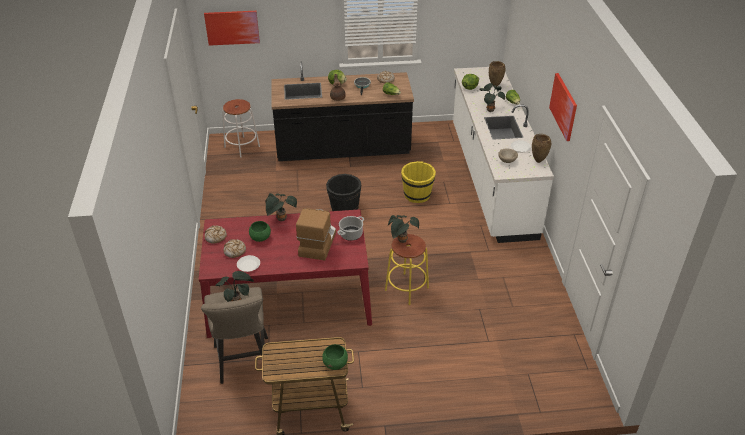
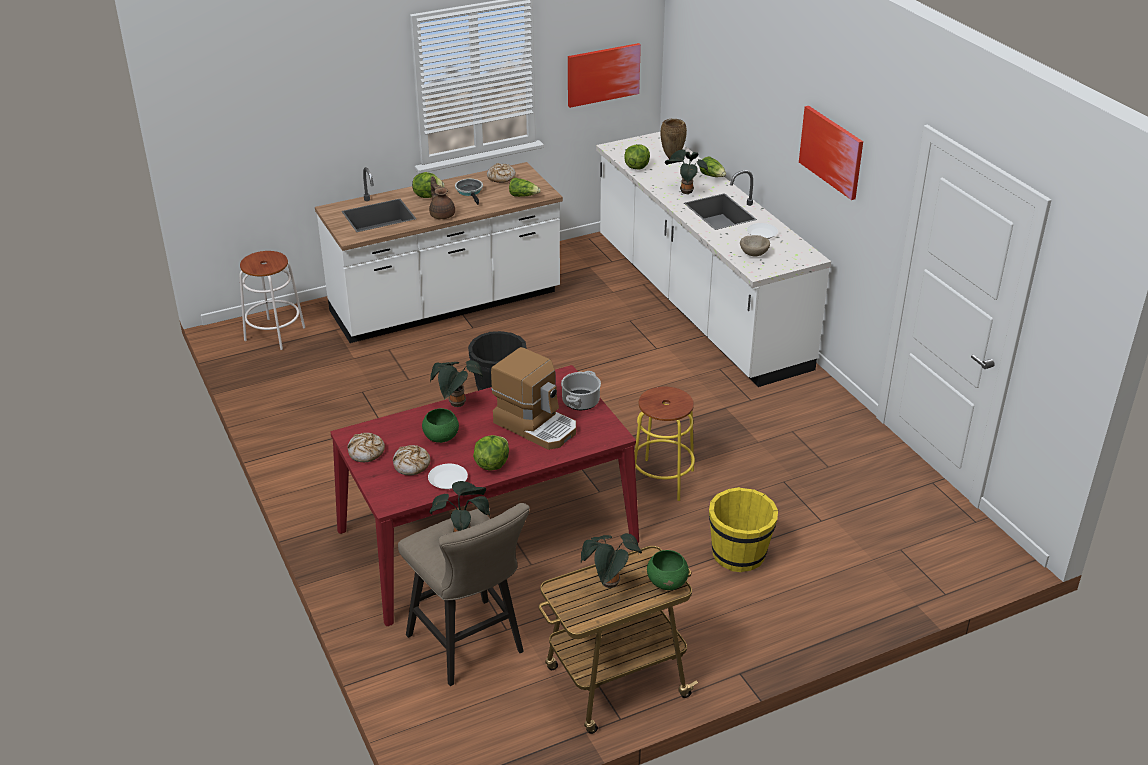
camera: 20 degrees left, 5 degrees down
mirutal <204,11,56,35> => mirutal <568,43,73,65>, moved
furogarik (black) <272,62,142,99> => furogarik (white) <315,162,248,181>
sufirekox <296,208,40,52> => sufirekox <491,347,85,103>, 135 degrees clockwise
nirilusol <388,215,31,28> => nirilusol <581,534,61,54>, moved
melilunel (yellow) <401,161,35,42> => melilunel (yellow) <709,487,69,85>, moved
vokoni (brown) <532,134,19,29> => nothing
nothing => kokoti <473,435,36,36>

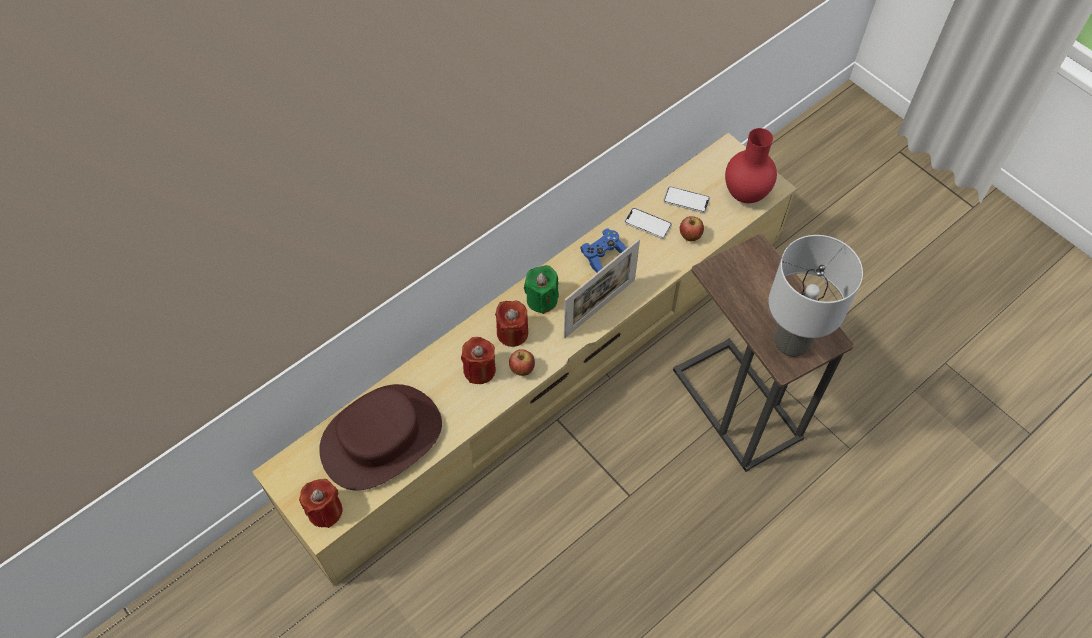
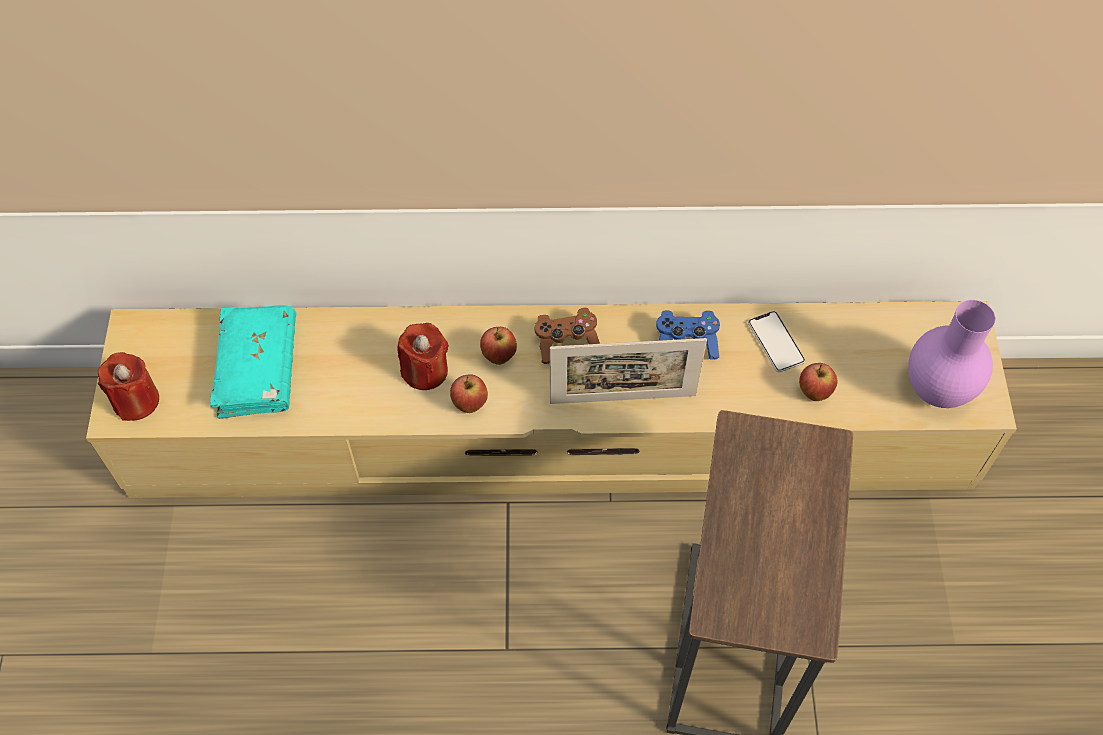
camera: 40 degrees right, 0 degrees up
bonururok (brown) <319,384,123,107> => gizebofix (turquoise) <210,305,86,114>
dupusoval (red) <495,301,33,46> => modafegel <480,327,37,38>
dupusoval (green) <524,265,35,49> => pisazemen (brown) <535,308,65,56>
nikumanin <664,186,46,27> => nothing
vokoni (red) <725,128,52,75> => vokoni (purple) <908,300,88,108>
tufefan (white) <768,235,95,122> => nothing

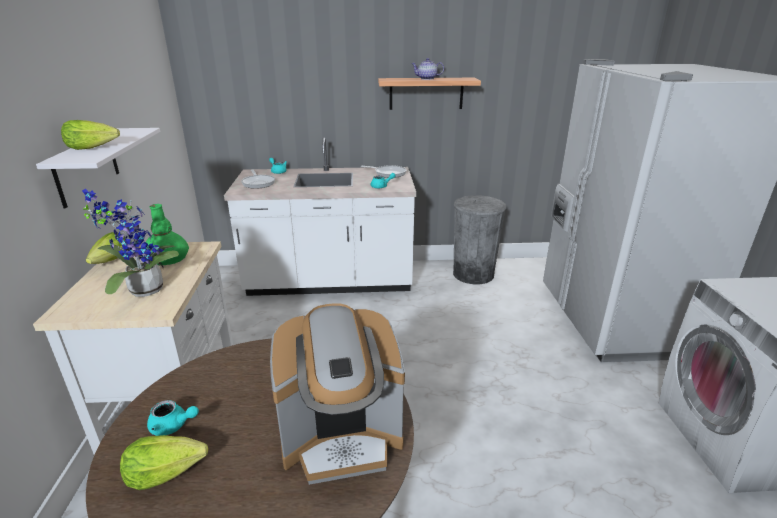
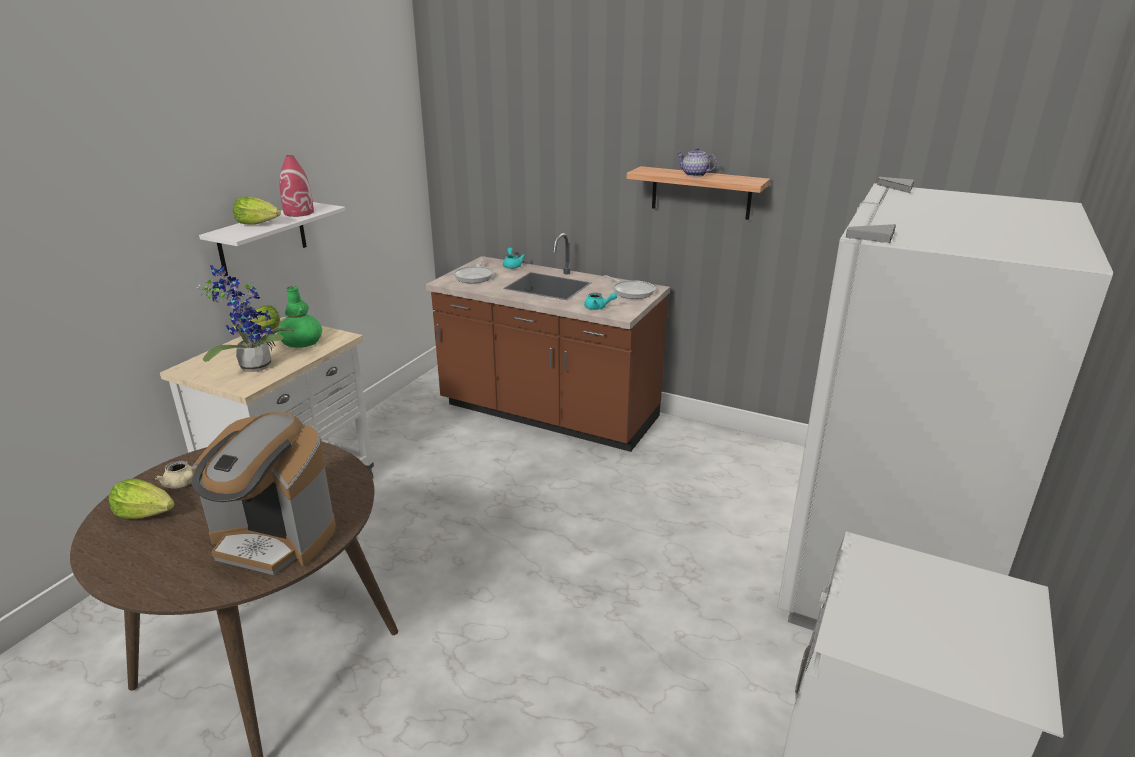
camera: 30 degrees right, 0 degrees up
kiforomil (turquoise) <147,400,52,36> => kiforomil (beige) <155,461,38,28>
furogarik (white) <224,138,192,158> => furogarik (brown) <426,233,244,219>
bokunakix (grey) <453,195,53,89> => nothing
nothing => vokoni (red) <280,155,34,62>

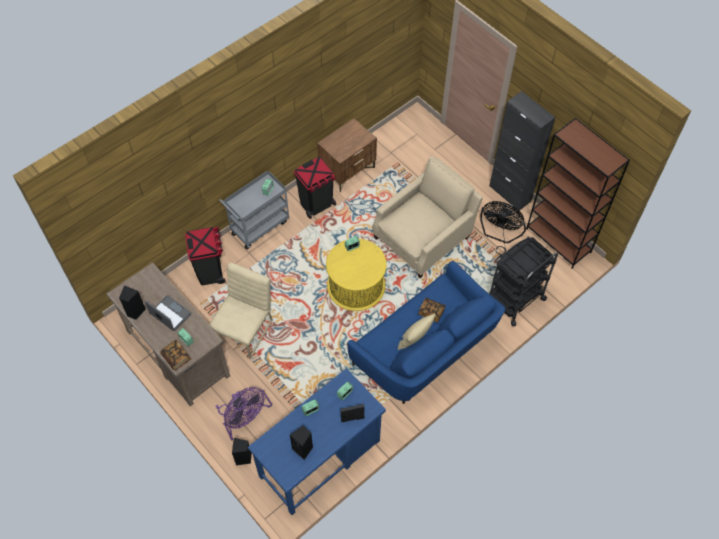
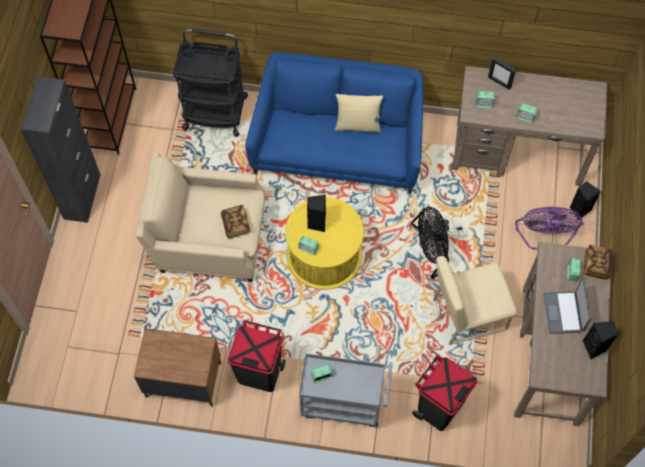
camera: 130 degrees left, 5 degrees up
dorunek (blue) <248,368,138,147> => dorunek (brown) <452,66,155,120>
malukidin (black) <290,426,23,34> => malukidin (black) <307,195,19,37>, moved
gizebofix <418,298,28,25> => gizebofix <221,205,29,33>, moved
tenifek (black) <480,201,46,57> => tenifek (black) <412,207,50,72>, moved

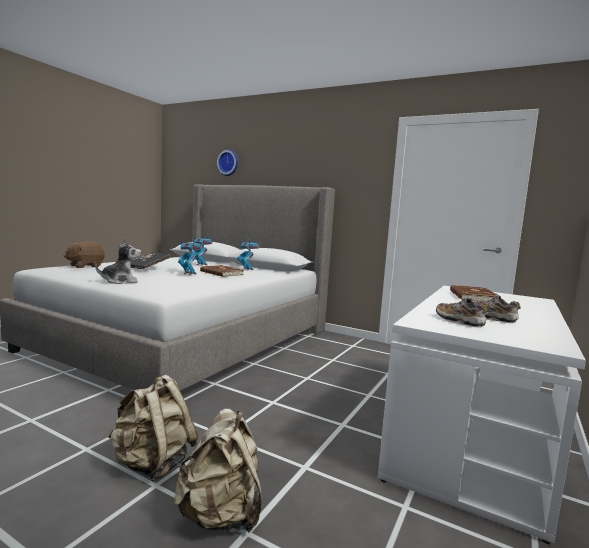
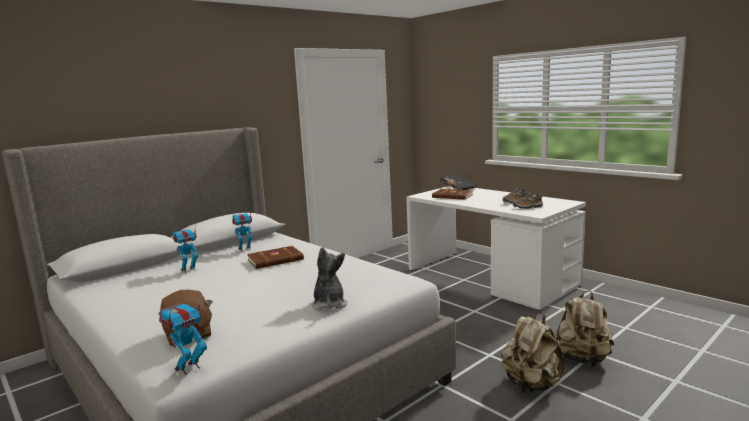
camera: 70 degrees left, 5 degrees up
gizebofix (black) <131,252,40,17> => gizebofix (black) <439,174,38,16>, moved
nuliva <178,236,24,39> => nuliva <159,298,48,77>, moved
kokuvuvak <217,149,21,27> => nothing

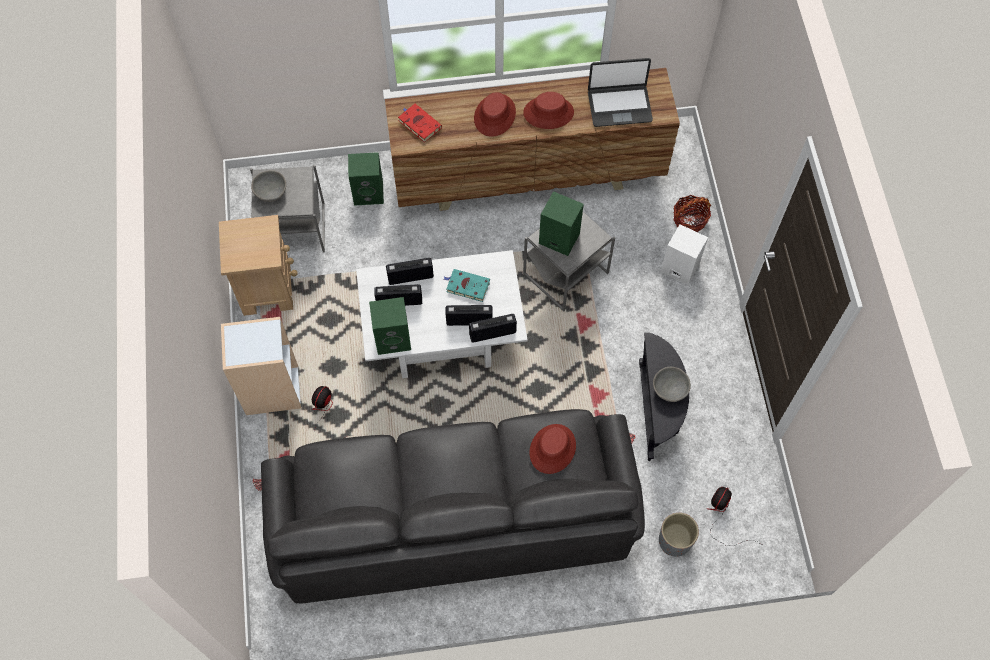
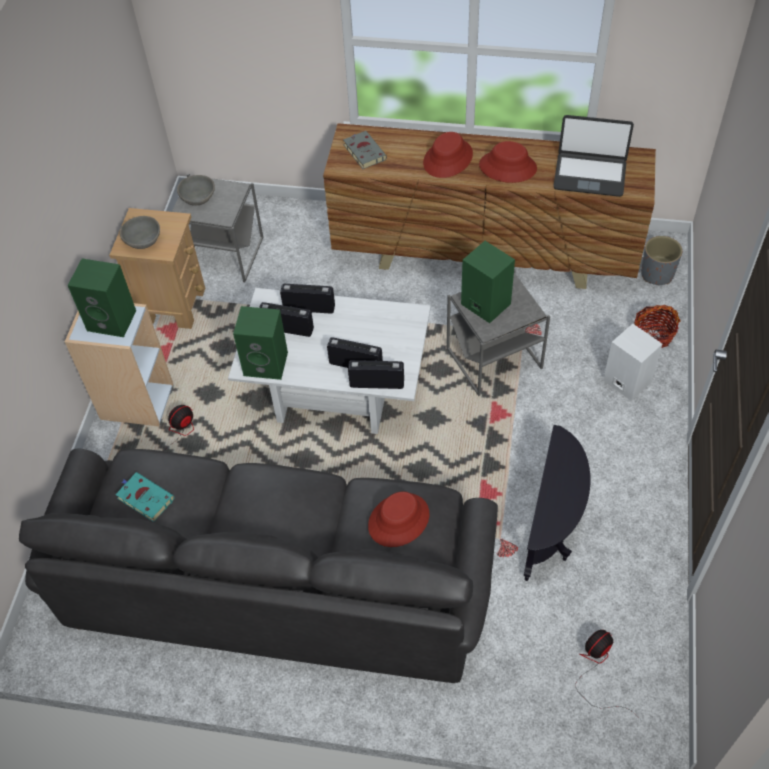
camera: 20 degrees right, 10 degrees down
malukidin (green) <348,152,36,54> => malukidin (green) <68,259,68,78>, moved
gizebofix (red) <398,104,44,39> => gizebofix (grey) <343,131,44,38>
gizebofix (turquoise) <443,269,47,33> => gizebofix (turquoise) <115,472,60,50>, moved
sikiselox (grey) <653,367,38,35> => sikiselox (grey) <120,216,40,33>, moved
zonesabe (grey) <659,513,40,44> => zonesabe (grey) <641,236,41,49>, moved

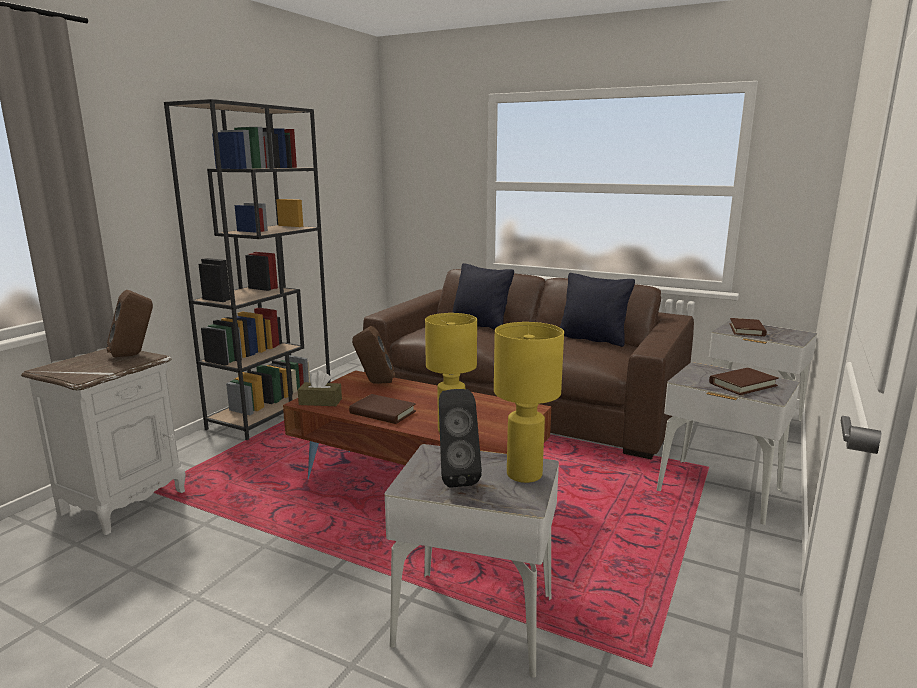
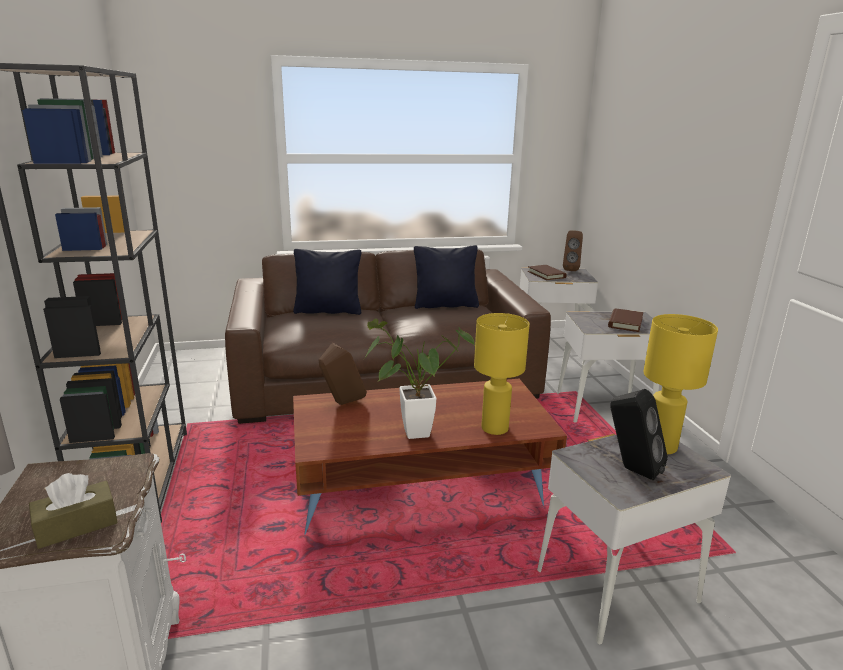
camera: 40 degrees left, 5 degrees up
malukidin (brown) <106,290,47,67> => malukidin (brown) <563,231,20,40>, moved
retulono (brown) <298,370,44,36> => retulono (brown) <29,473,89,76>, moved
gizebofix (brown) <349,394,67,30> => nirilusol <363,319,112,120>

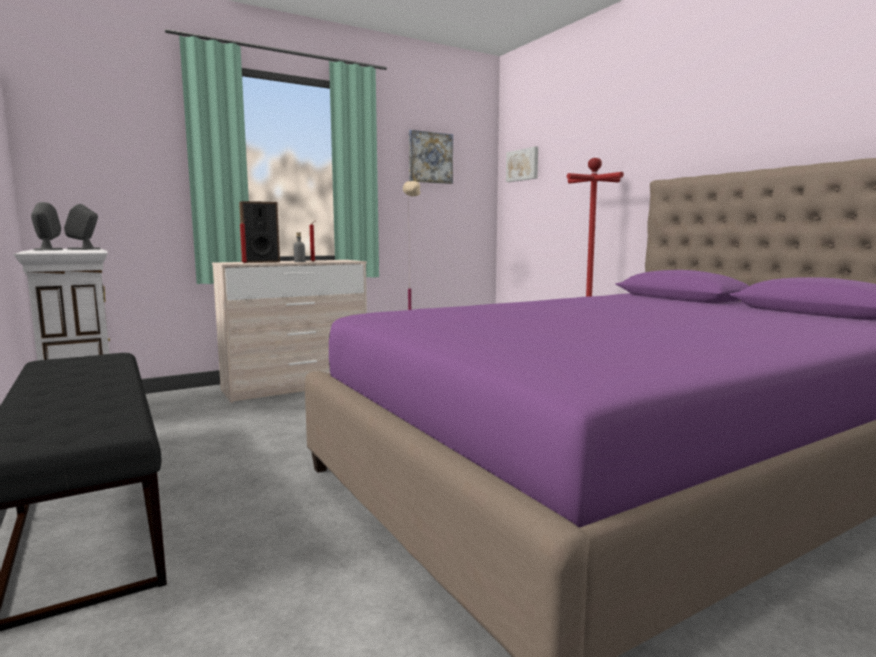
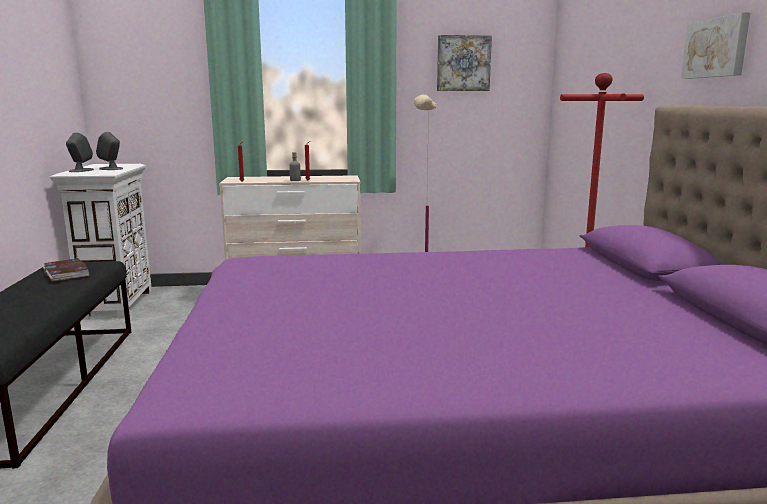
camera: 25 degrees right, 5 degrees up
malukidin <239,201,41,62> => nothing
mirutal <506,147,32,35> => mirutal <681,12,69,67>, moved
nothing => gizebofix <43,258,47,24>

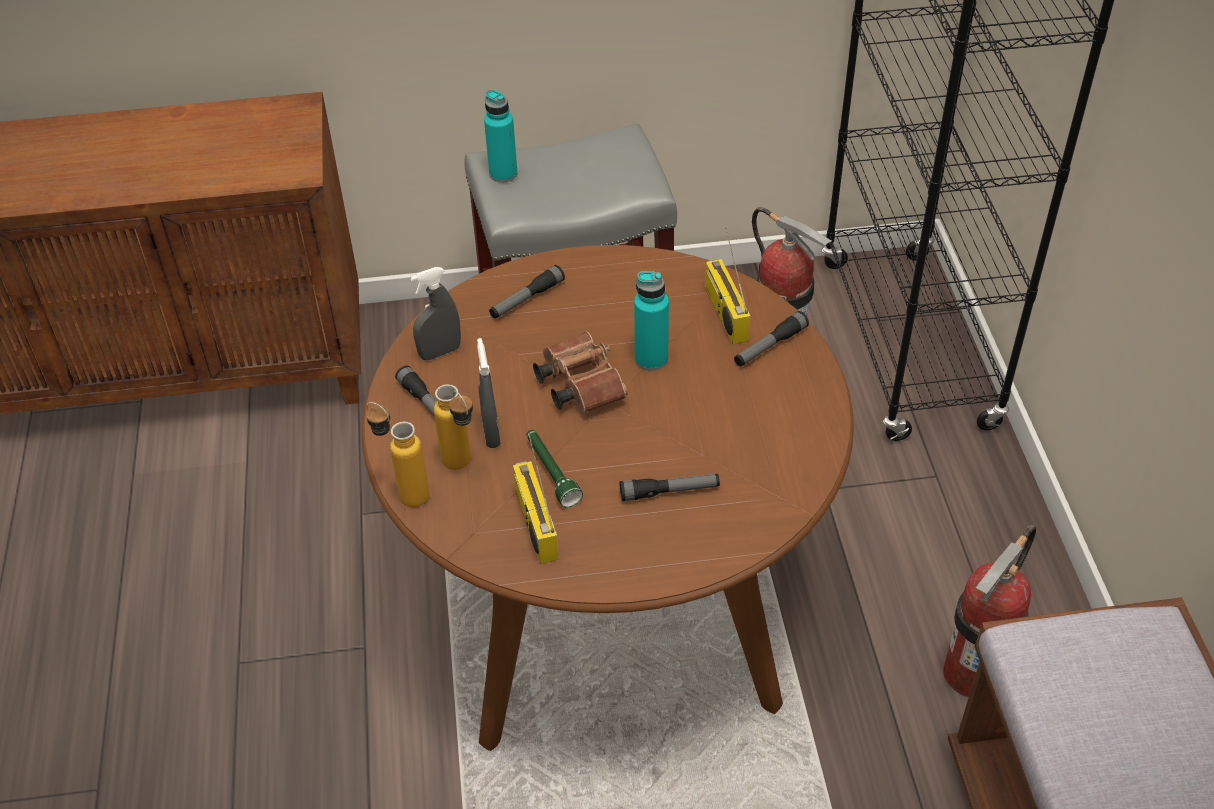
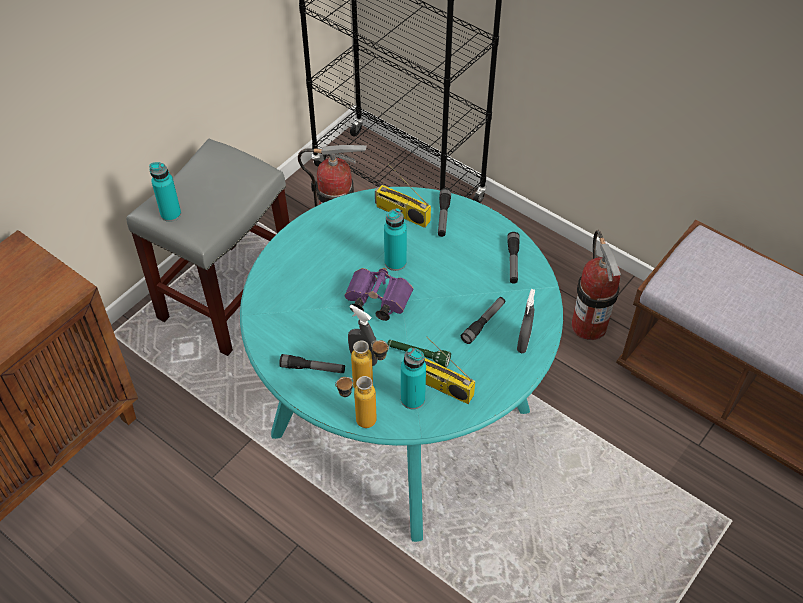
camera: 45 degrees left, 5 degrees up
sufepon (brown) <362,245,492,506> => sufepon (turquoise) <240,187,323,355>
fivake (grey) <410,267,51,93> => fivake (grey) <517,289,18,64>, moved
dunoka <489,265,76,54> => dunoka <507,232,13,52>, moved
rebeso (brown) <533,332,95,81> => rebeso (purple) <345,268,68,53>
nothing => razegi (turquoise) <401,348,25,61>

